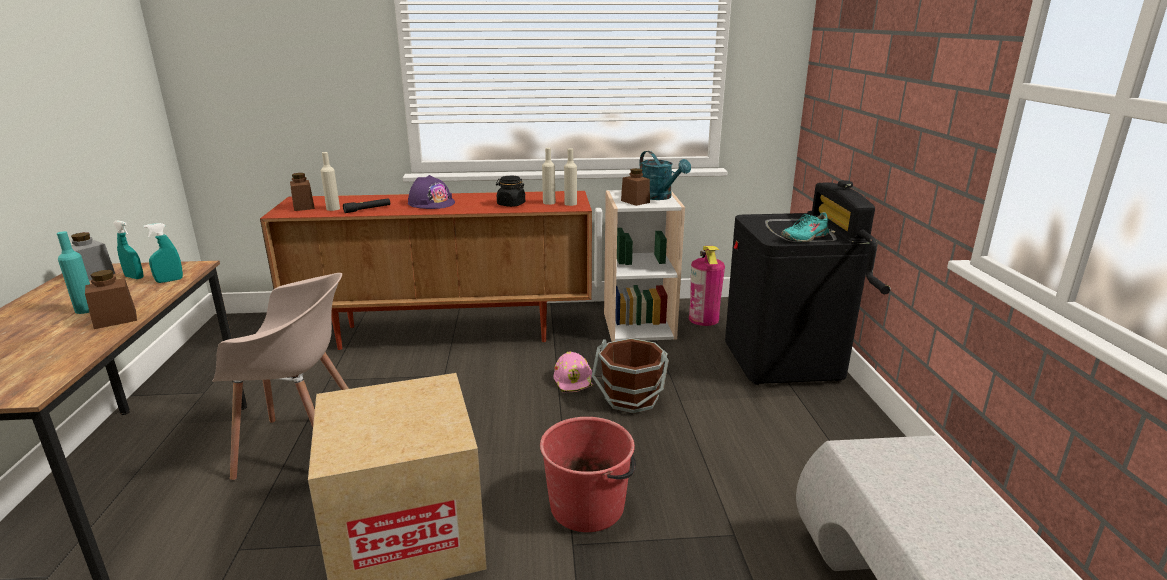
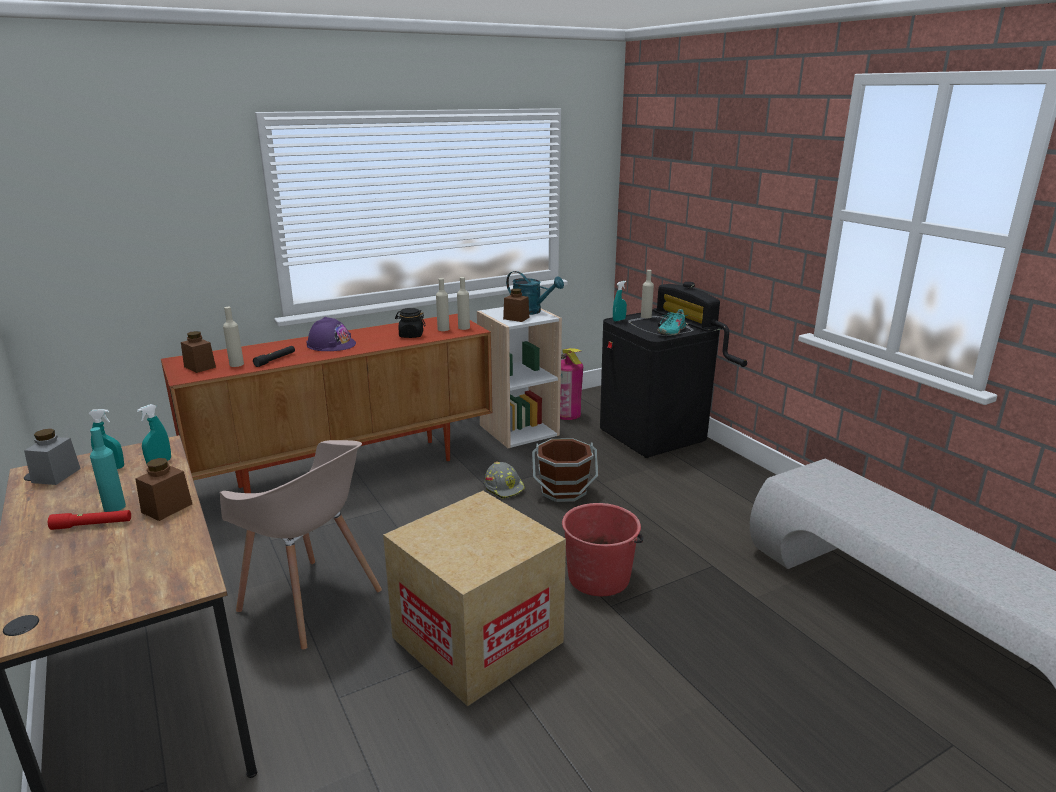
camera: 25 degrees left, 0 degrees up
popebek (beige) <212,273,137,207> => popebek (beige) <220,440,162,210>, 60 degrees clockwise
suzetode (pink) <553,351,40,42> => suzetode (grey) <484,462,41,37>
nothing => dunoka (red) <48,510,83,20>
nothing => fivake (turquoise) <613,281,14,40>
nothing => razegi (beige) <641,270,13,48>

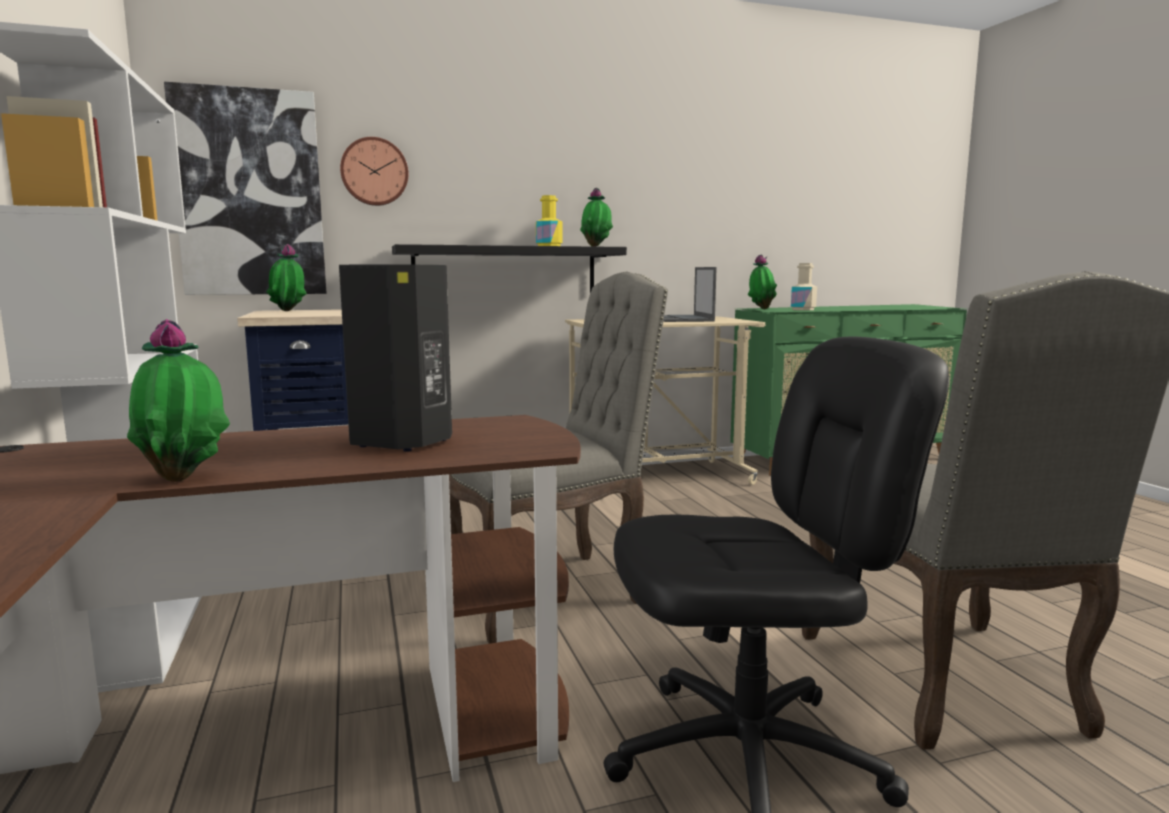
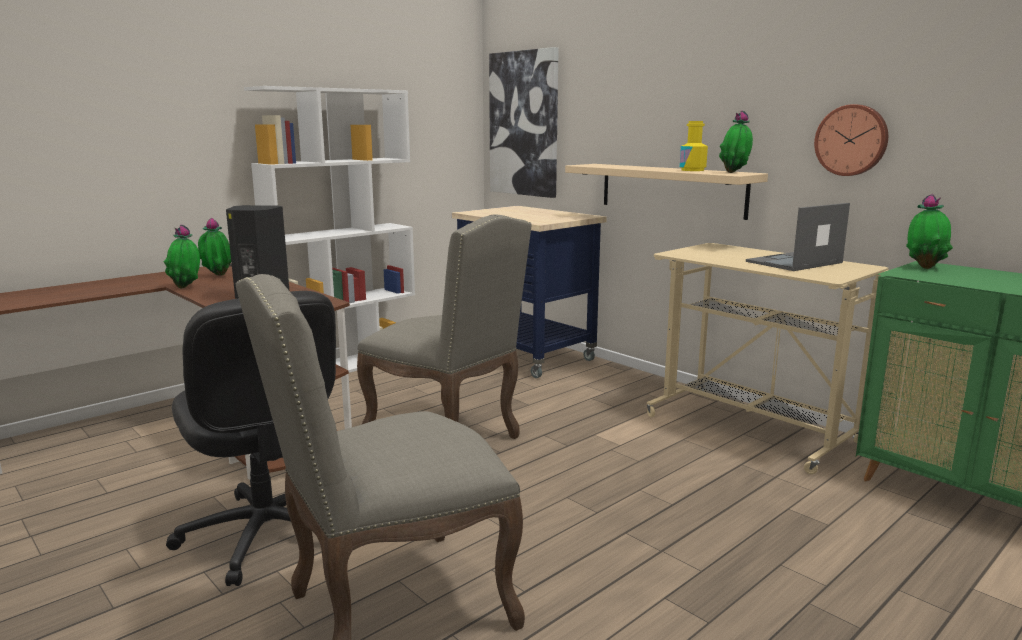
camera: 65 degrees right, 5 degrees up
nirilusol <266,244,41,67> => nirilusol <198,218,33,58>, moved
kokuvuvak <340,137,69,69> => kokuvuvak <814,104,74,72>, moved
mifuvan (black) <392,244,235,49> => mifuvan (beige) <565,164,203,56>
razegi (beige) <791,263,26,47> => nothing

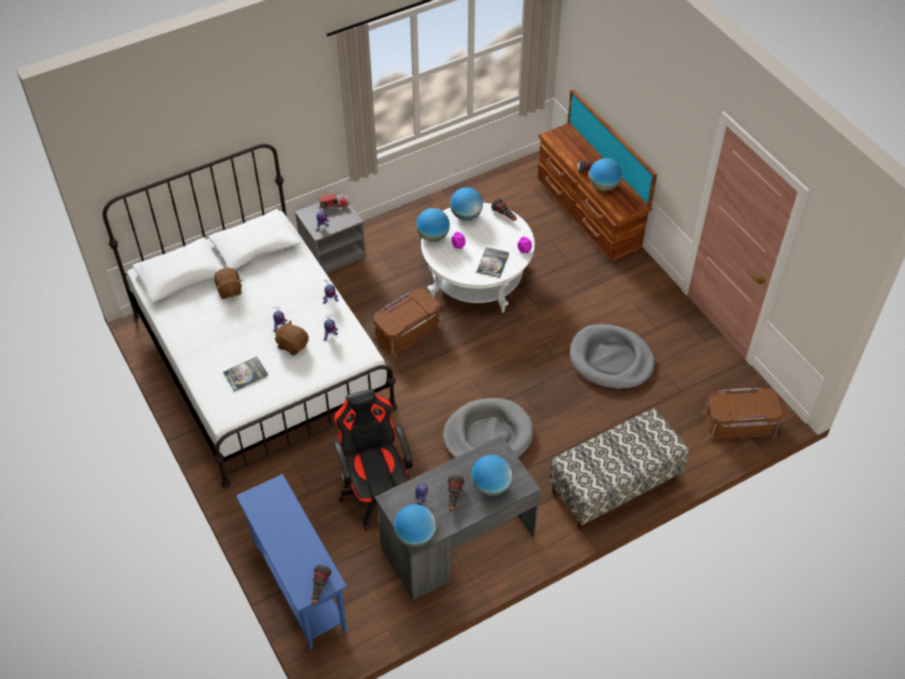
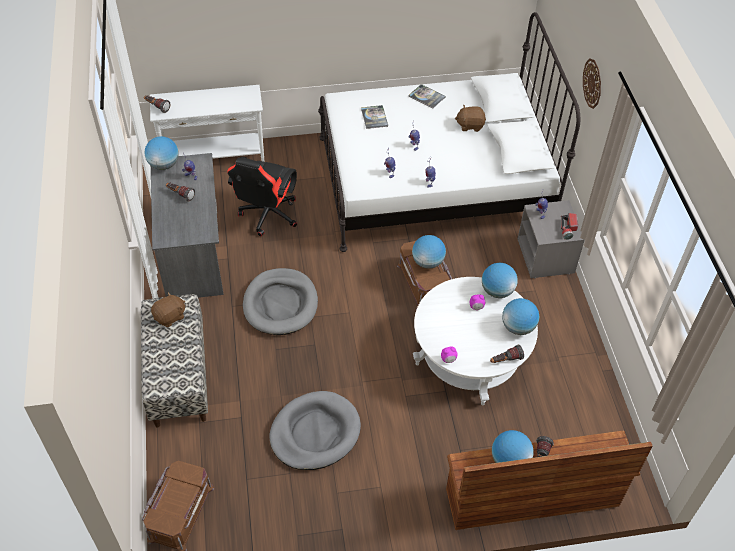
camera: 110 degrees right, 0 degrees up
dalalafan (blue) <236,474,111,176> => dalalafan (white) <150,85,115,77>
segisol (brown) <275,320,34,35> => segisol (brown) <151,292,34,35>, moved
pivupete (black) <333,389,80,142> => pivupete (black) <227,156,70,80>, 105 degrees clockwise
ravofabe <471,455,41,41> => ravofabe <412,235,34,34>, moved
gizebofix <476,247,33,31> => gizebofix <408,84,38,24>, moved
nothing => kokuvuvak <583,58,18,51>

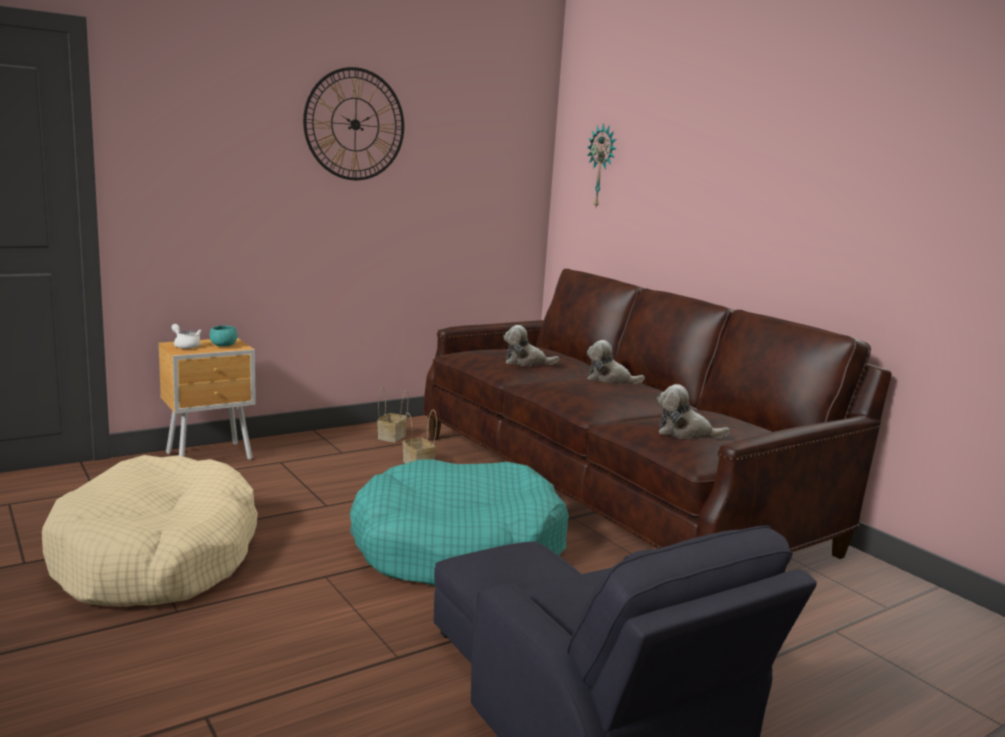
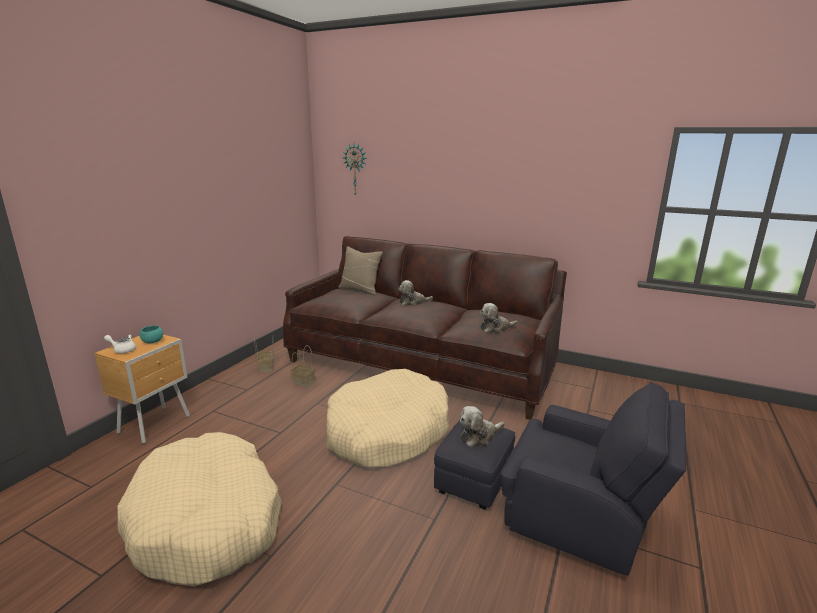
camera: 30 degrees left, 5 degrees up
kokuvuvak <303,67,101,113> => nothing
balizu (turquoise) <350,459,219,127> => balizu (beige) <327,369,122,99>
segisol <503,325,56,41> => segisol <460,406,45,41>, moved
nothing => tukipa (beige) <339,246,44,49>

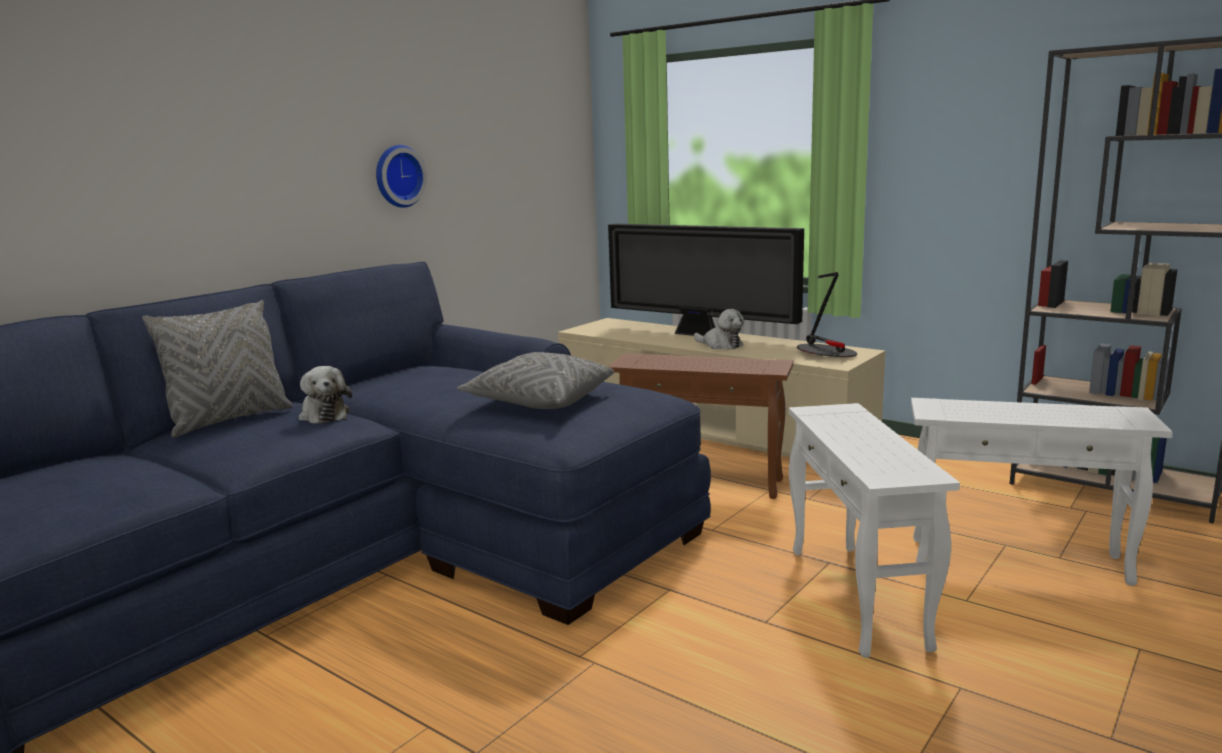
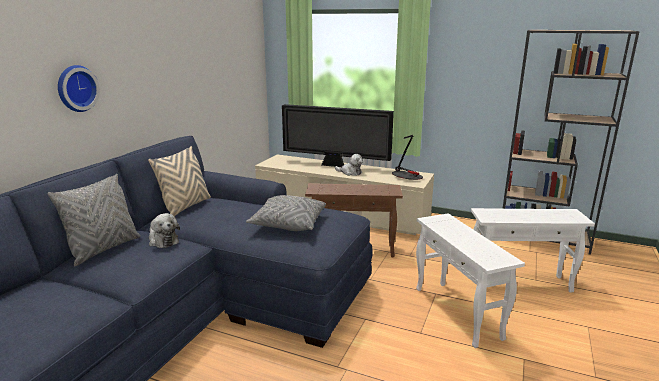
camera: 15 degrees left, 5 degrees up
kokuvuvak <376,145,51,63> => kokuvuvak <58,65,42,47>, moved
nothing => tukipa (beige) <148,146,63,70>

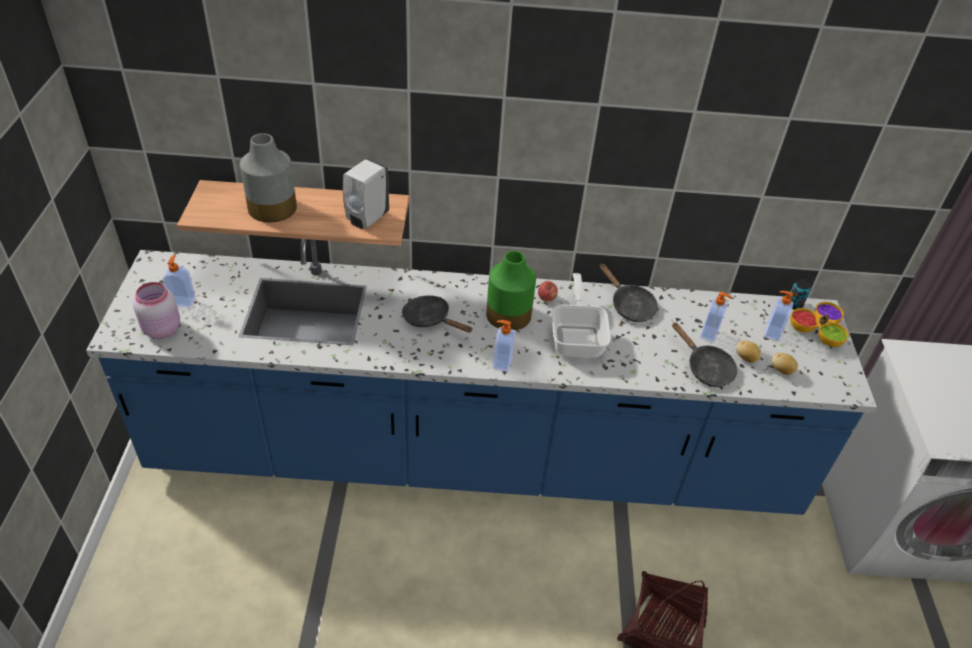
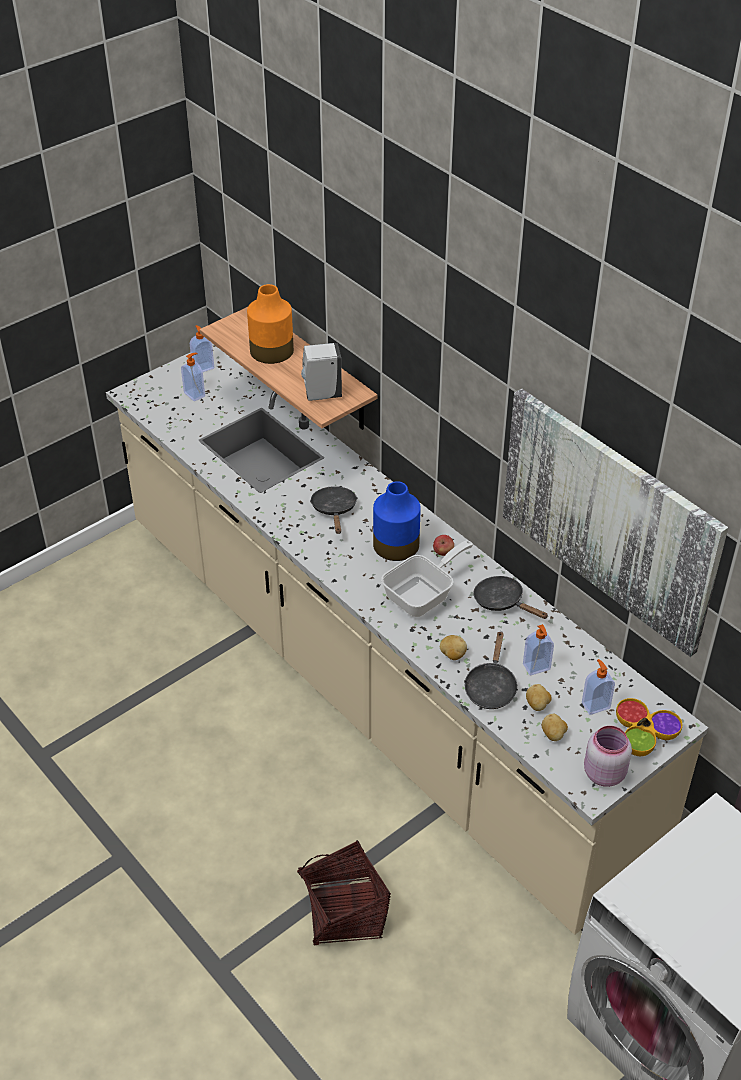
camera: 50 degrees right, 0 degrees up
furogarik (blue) <86,239,791,276> => furogarik (beige) <106,343,602,592>
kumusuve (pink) <133,282,47,57> => kumusuve (pink) <584,726,48,61>, moved
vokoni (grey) <240,133,57,89> => vokoni (orange) <247,284,47,80>
vokoni (green) <486,251,50,79> => vokoni (blue) <373,481,48,80>
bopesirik <493,320,22,52> => bopesirik <190,325,24,47>, moved
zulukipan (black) <600,264,58,58> => zulukipan (black) <473,576,75,43>, 120 degrees clockwise
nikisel <790,280,21,30> => nothing
nothing => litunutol <440,635,27,25>
nothing => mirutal <503,389,226,268>

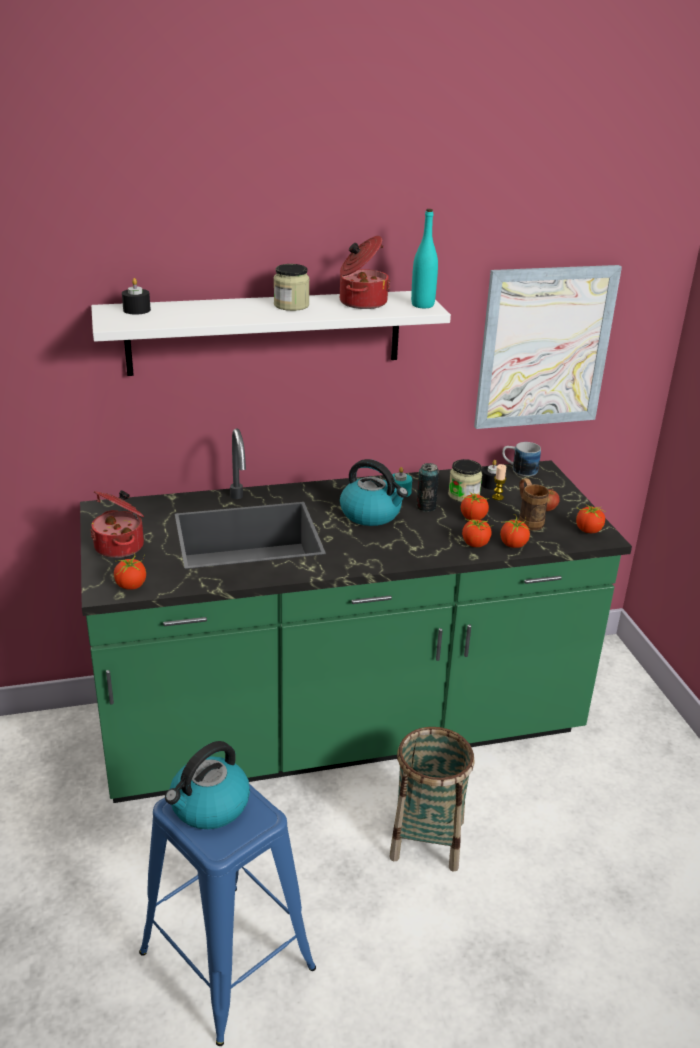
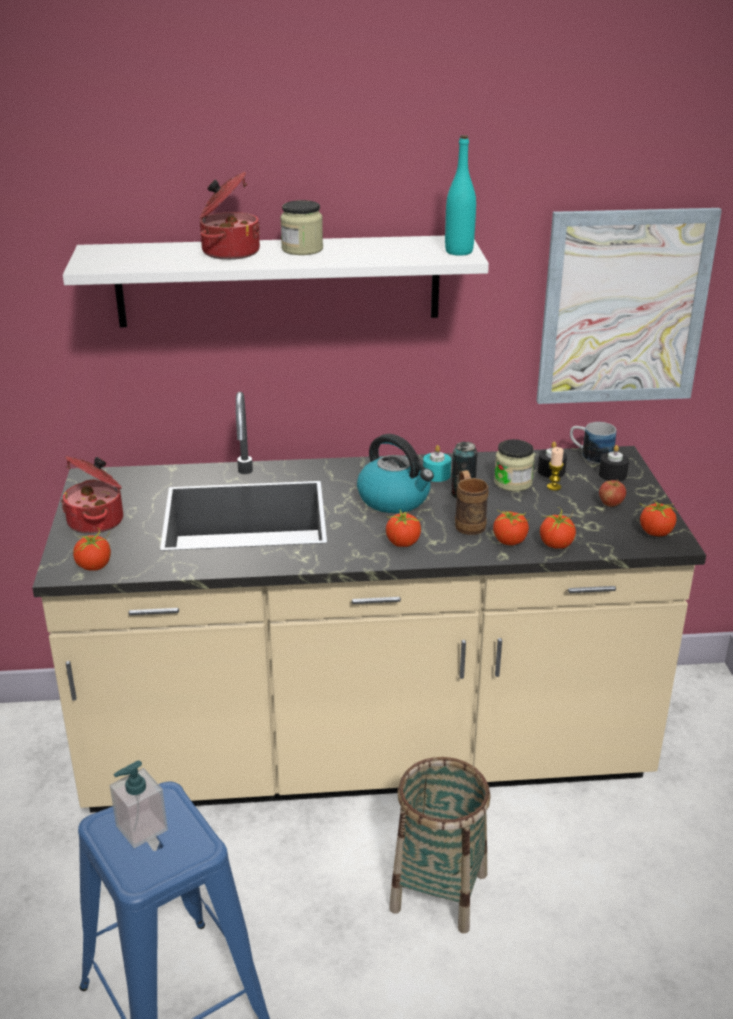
camera: 10 degrees right, 0 degrees up
furogarik (green) <80,428,552,375> => furogarik (beige) <32,392,674,421>
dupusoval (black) <122,278,29,36> => dupusoval (black) <599,445,30,36>, moved
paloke <165,741,85,88> => bopesirik <110,760,58,88>
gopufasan <340,236,51,73> => gopufasan <200,171,60,89>, moved
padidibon <461,491,28,29> => padidibon <386,510,36,37>, moved
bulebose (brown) <519,478,30,53> => bulebose (brown) <455,470,34,65>, moved

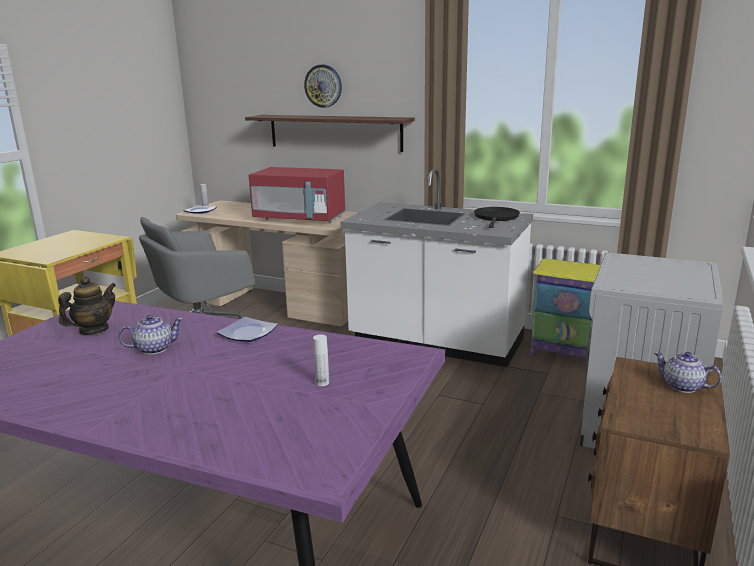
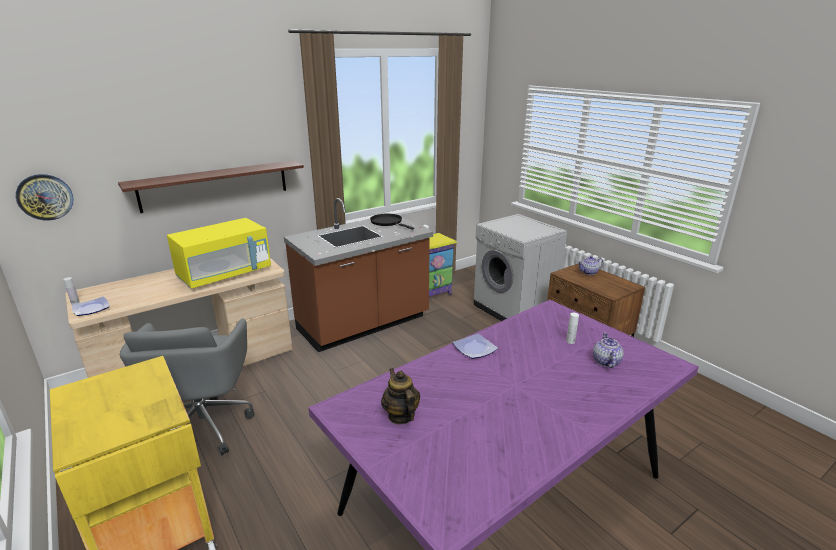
camera: 60 degrees left, 5 degrees up
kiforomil <118,315,65,40> => kiforomil <593,332,30,36>, moved
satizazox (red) <248,167,98,56> => satizazox (yellow) <167,218,104,70>
kokuvuvak <304,65,38,43> => kokuvuvak <16,174,58,47>, moved
furogarik (white) <340,169,193,198> => furogarik (brown) <284,198,149,154>

